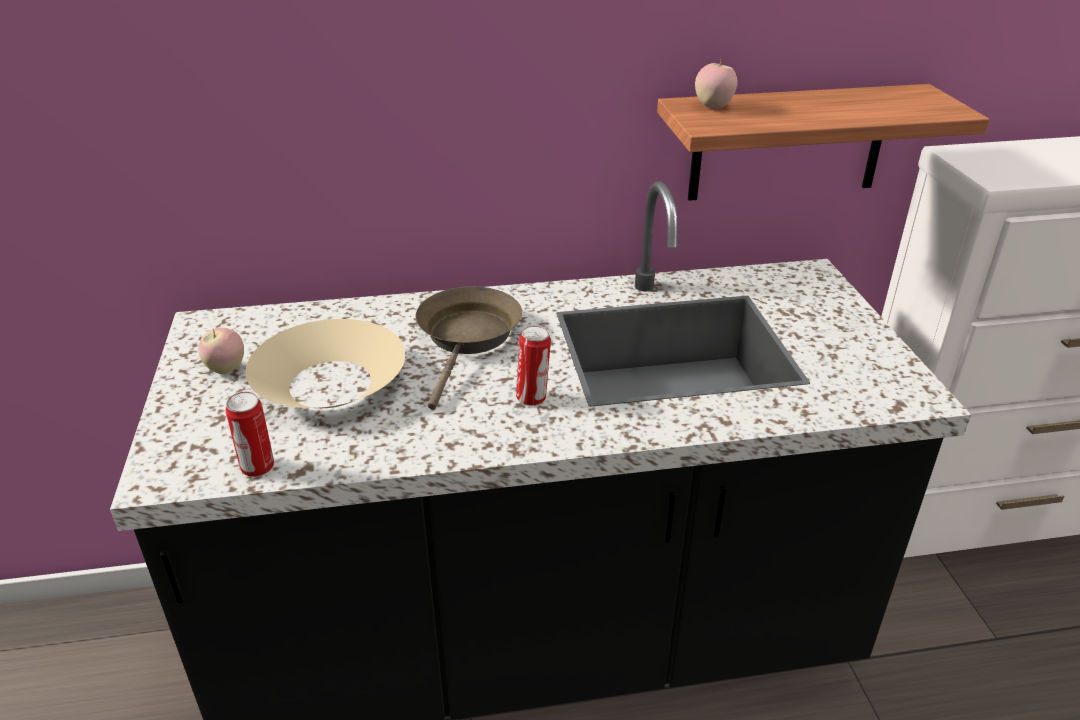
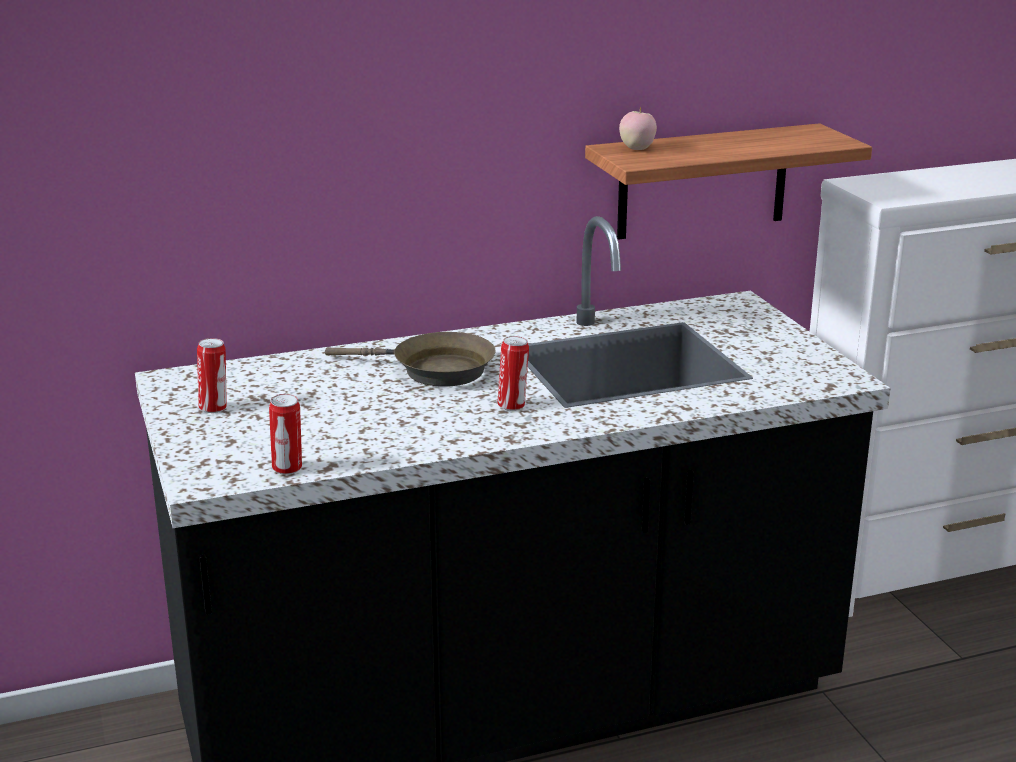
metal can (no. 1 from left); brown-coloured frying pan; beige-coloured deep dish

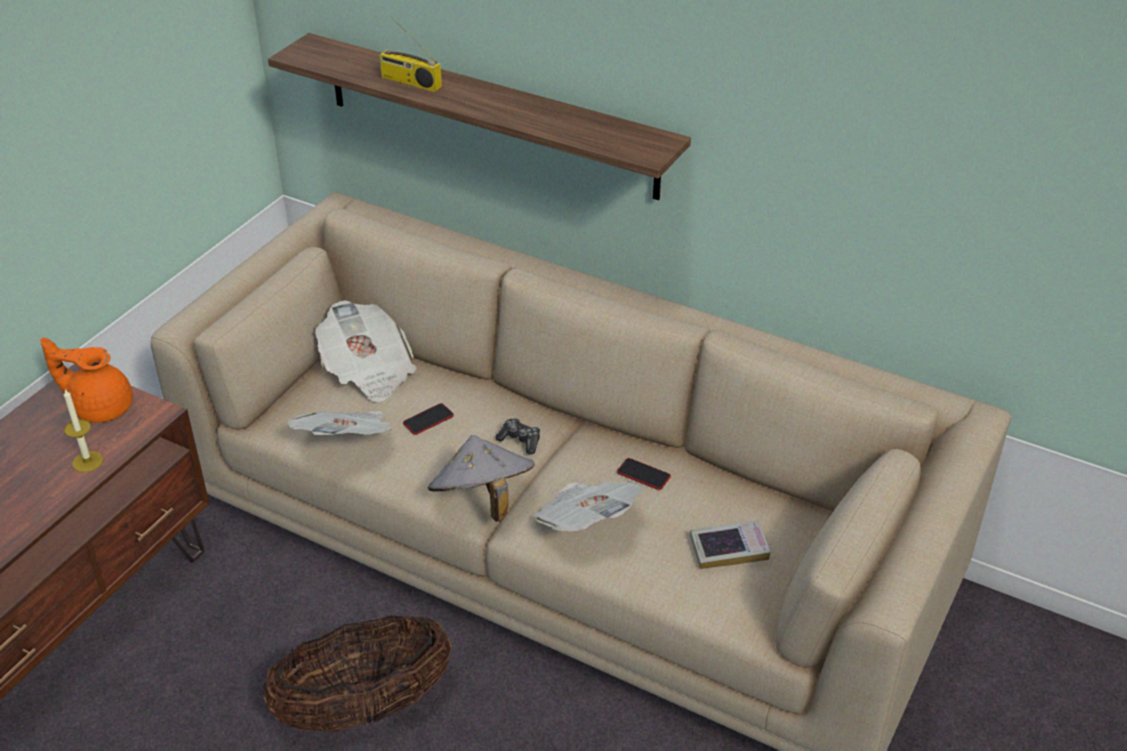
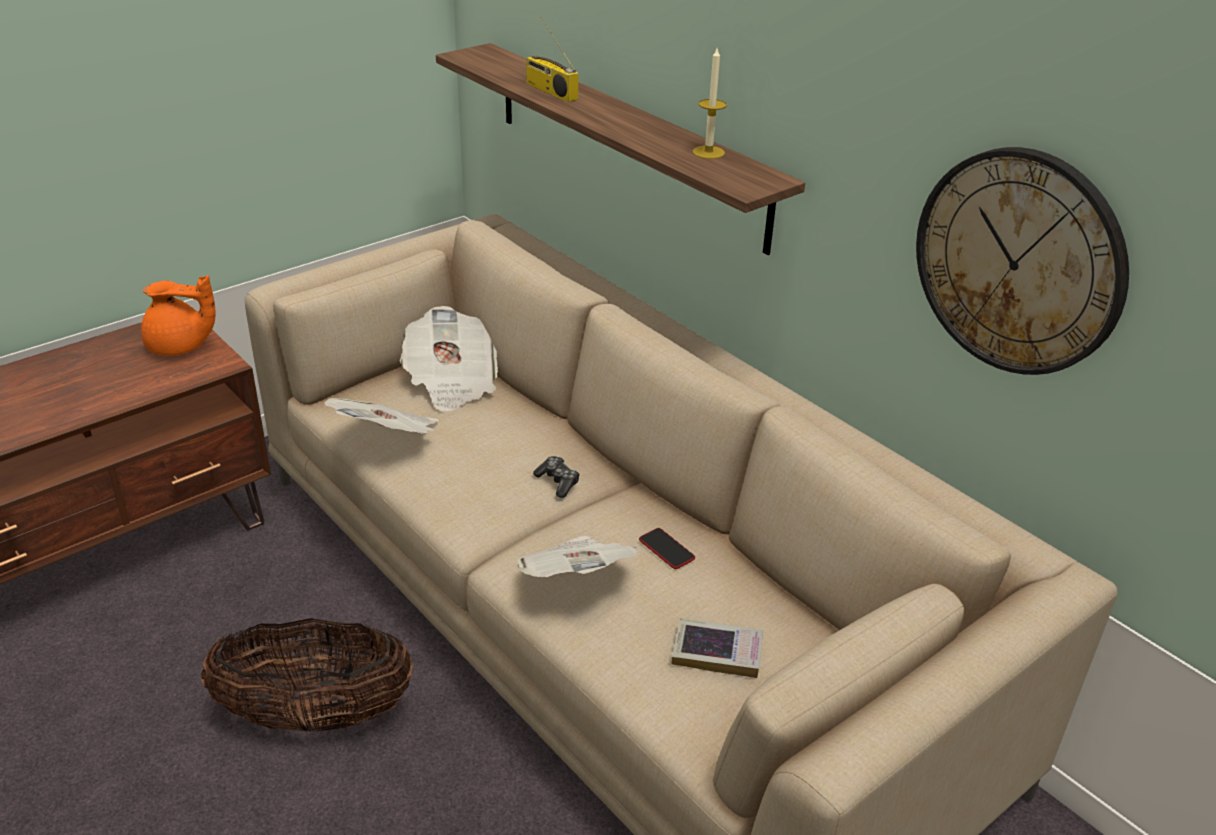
orange-coloured teapot; wax candle; wall clock; handset (no. 1 from left in the first image); grey clothing hat

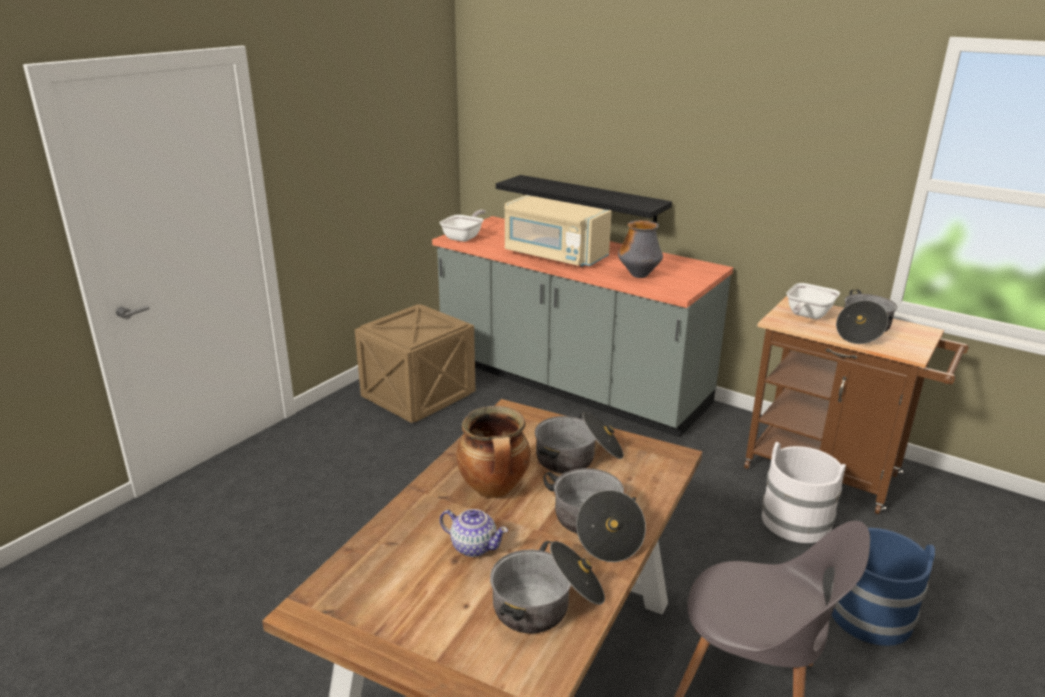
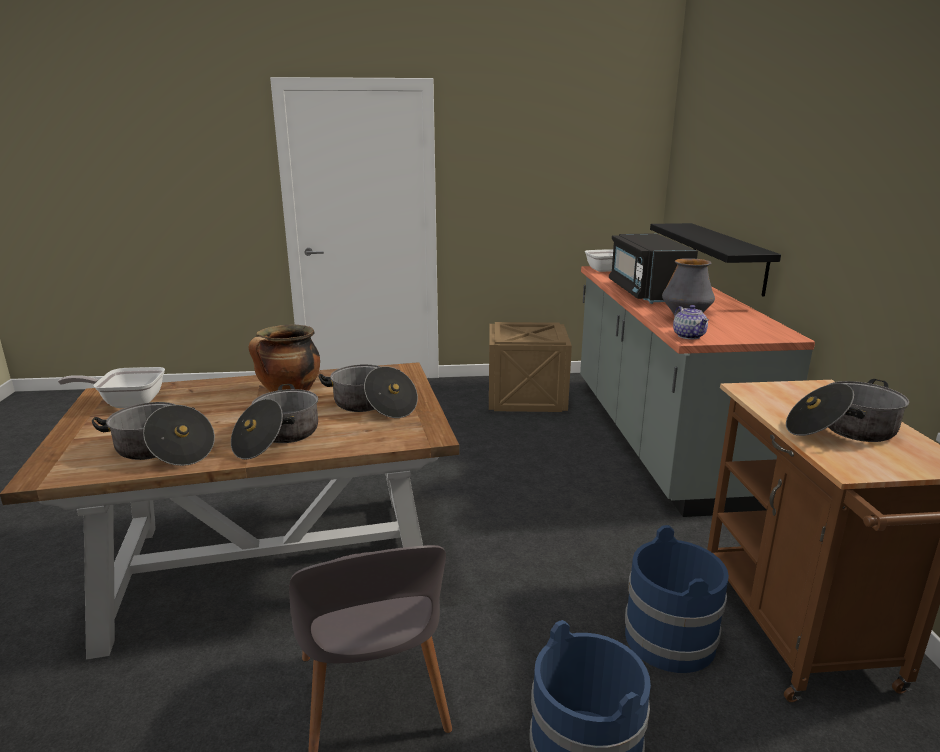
frying pan (no. 1 from left); black-coloured kitchen microwave; blue-coloured pail (no. 2 from left); teapot

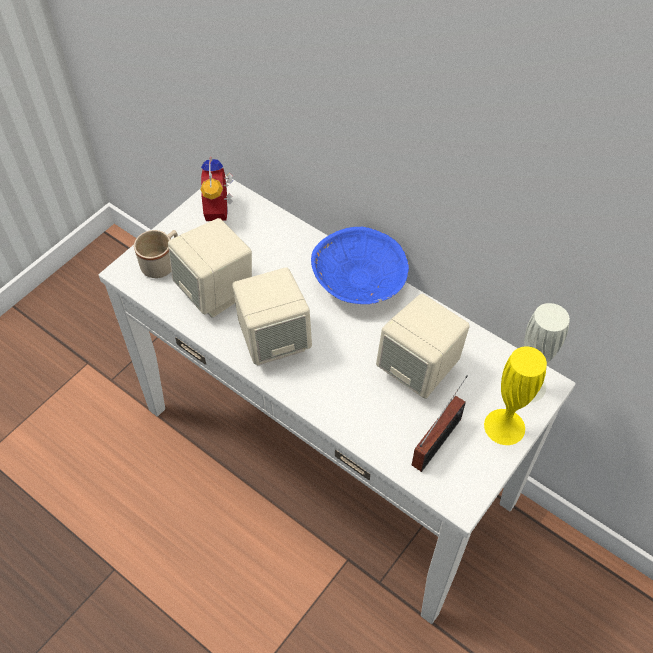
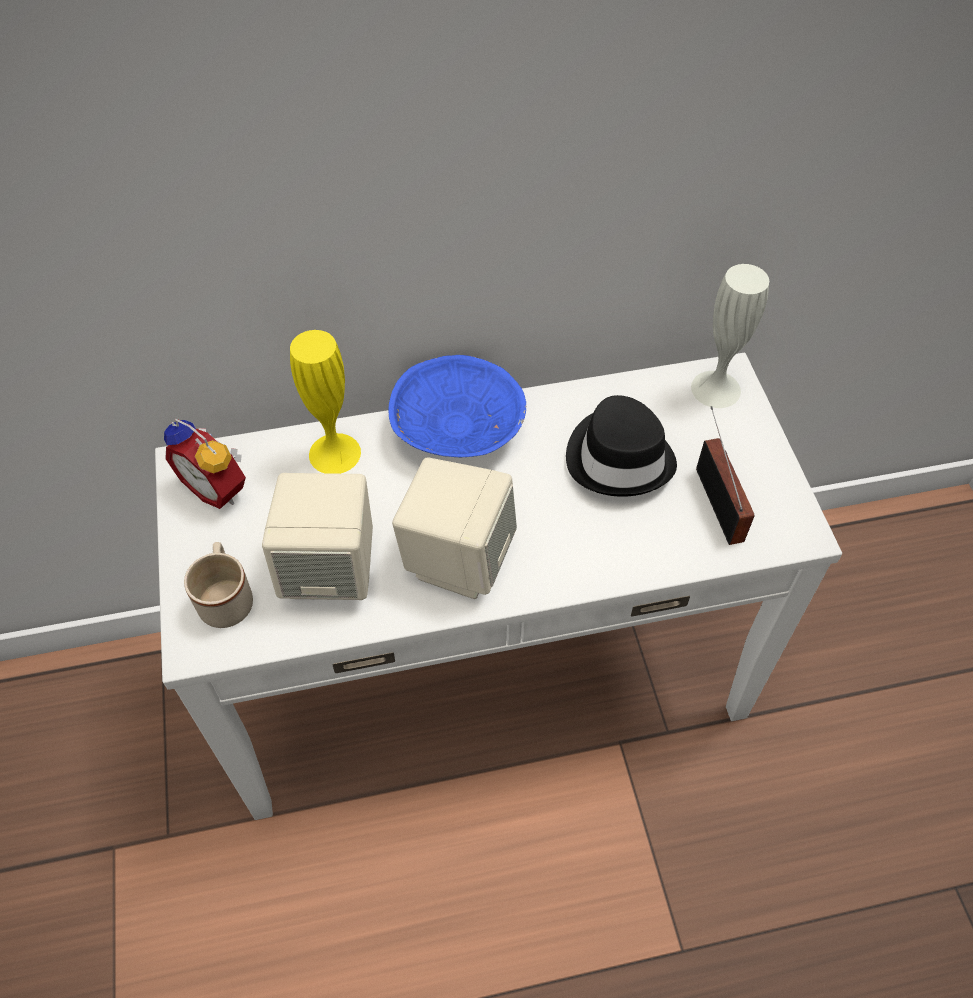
yellow-coloured flower vase; black-coloured clothing hat

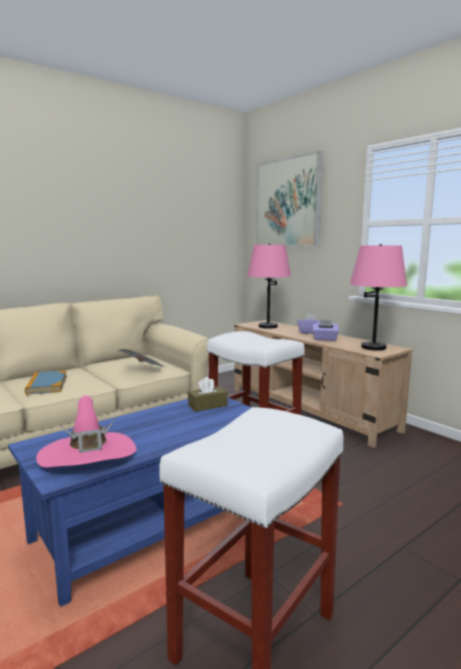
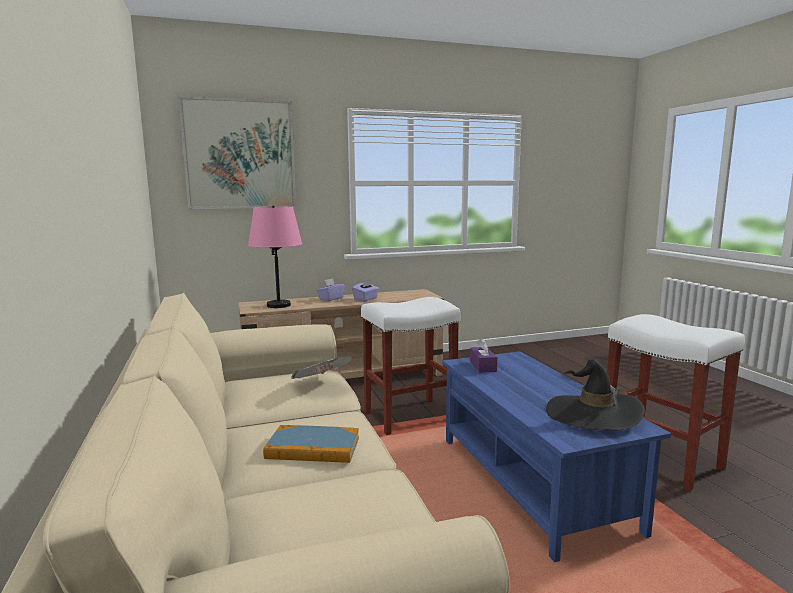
purple-coloured box of tissues (no. 3 from left); black-coloured clothing hat; pinkish lamp for a table (no. 2 from left in the first image)

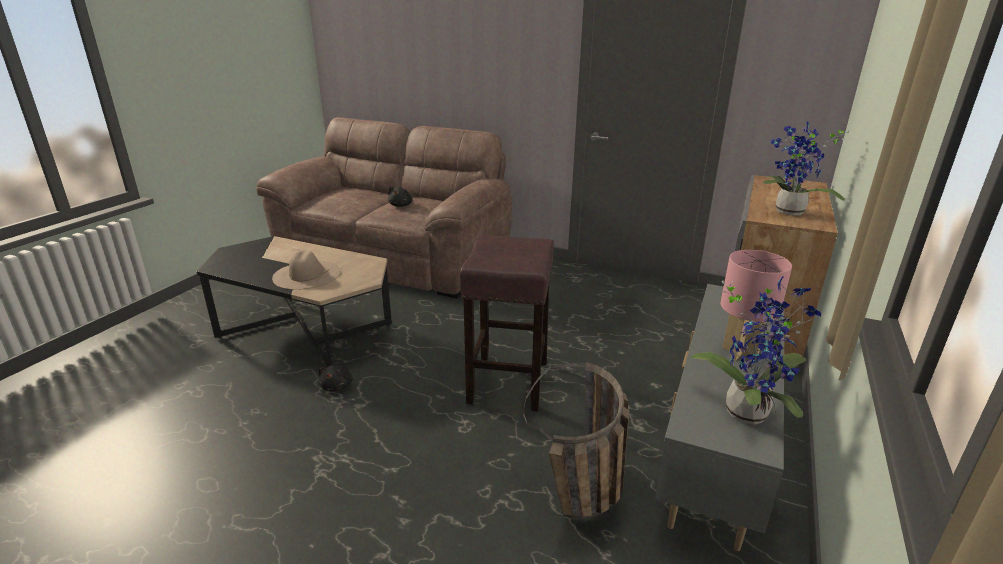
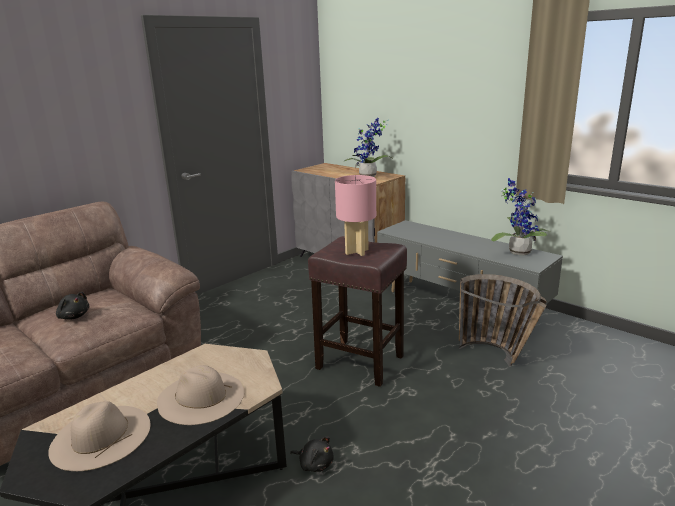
beige-coloured clothing hat (no. 1 from left); pinkish lamp for a table

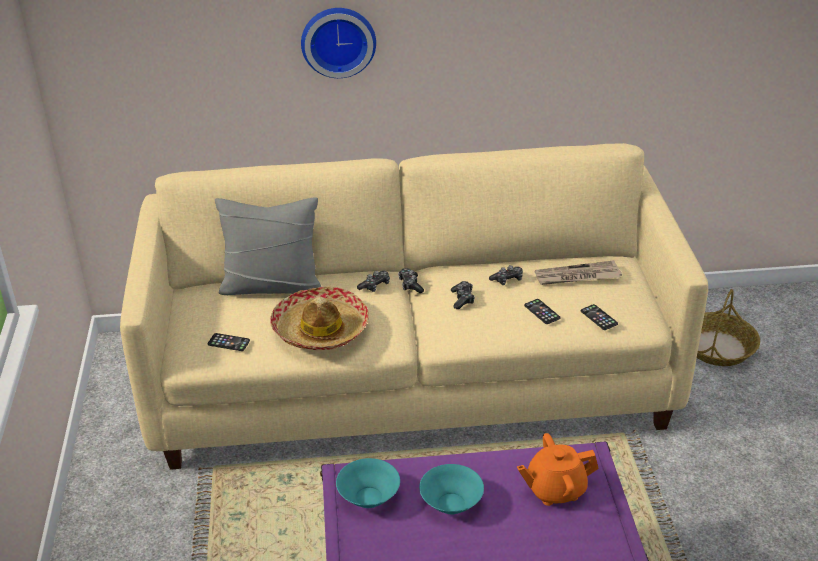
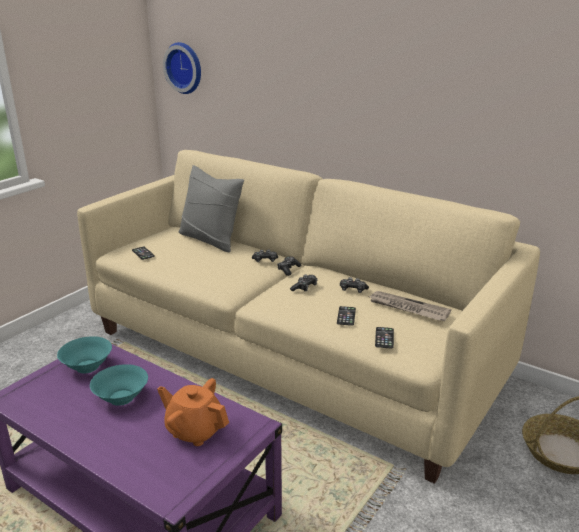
wall clock; clothing hat

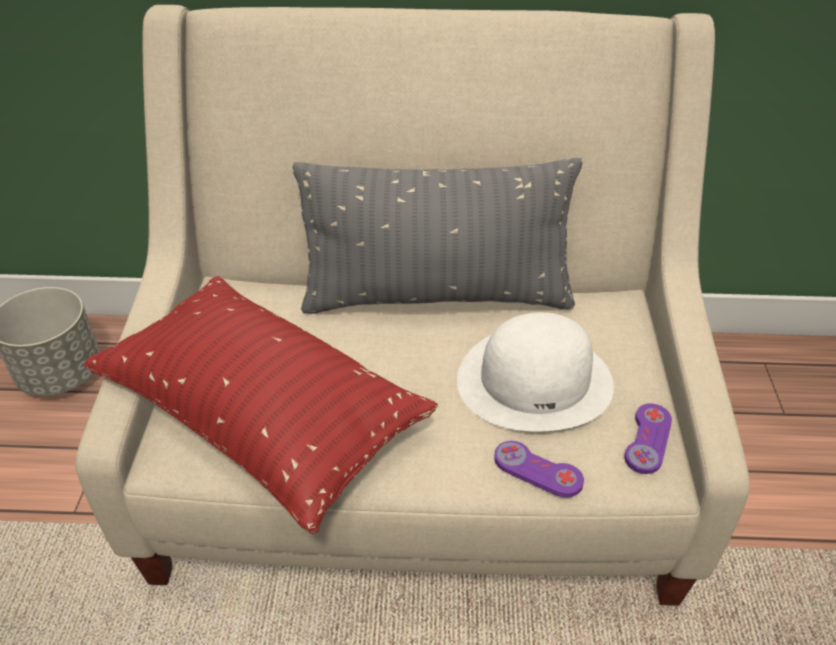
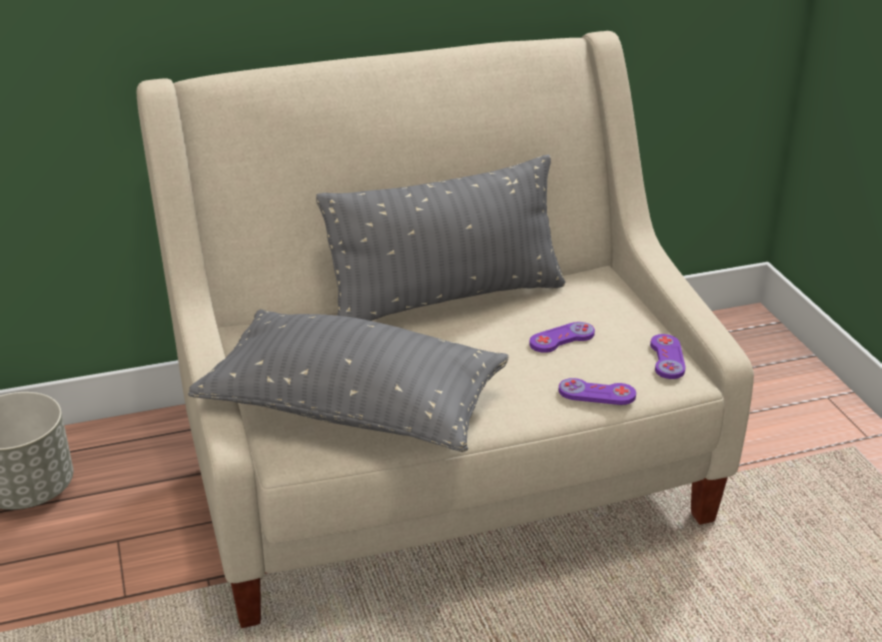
grey throw pillow (no. 1 from left); purple-coloured gamepad (no. 1 from left)

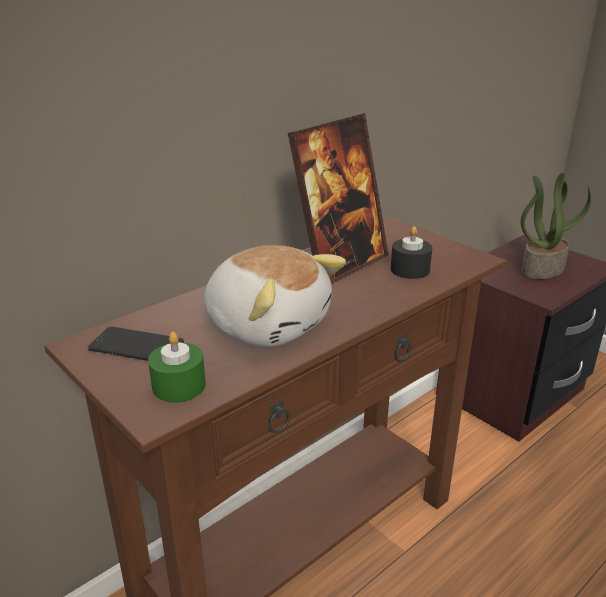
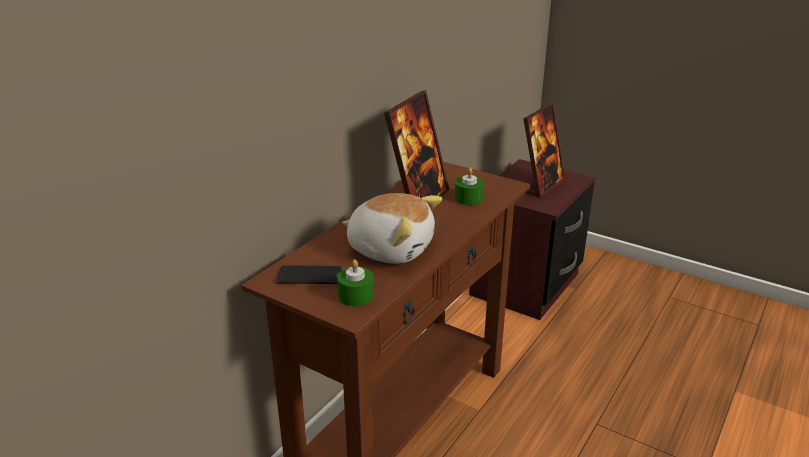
greenish wax candle (no. 2 from left); standing frame (no. 2 from left)

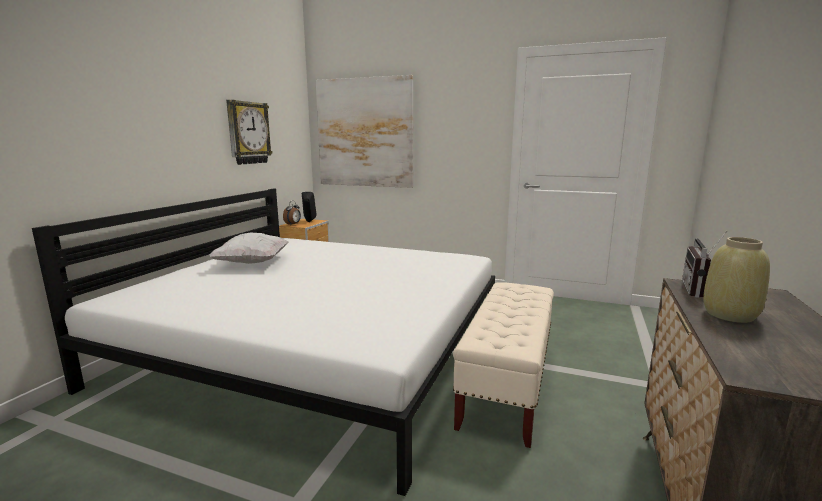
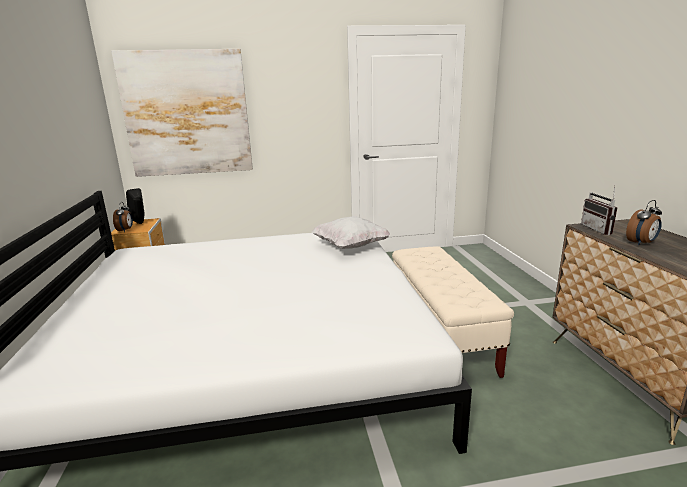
whitish throw pillow; bedside clock (no. 2 from left); wall clock

